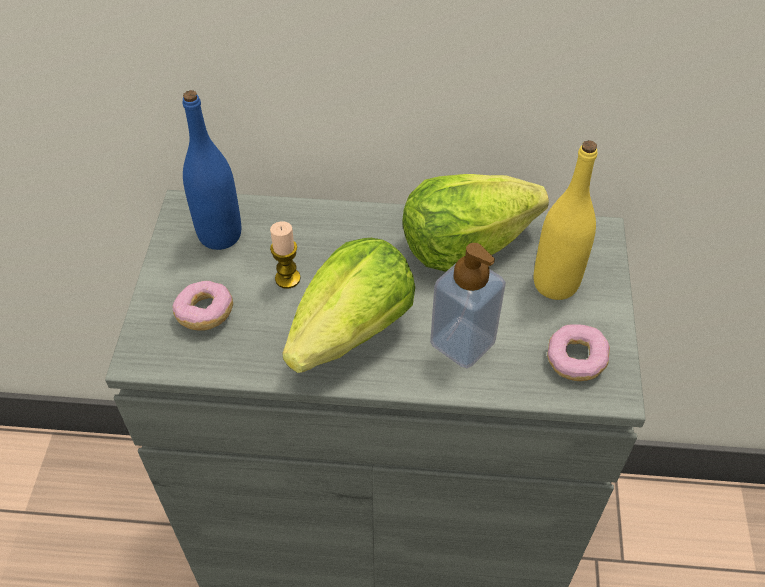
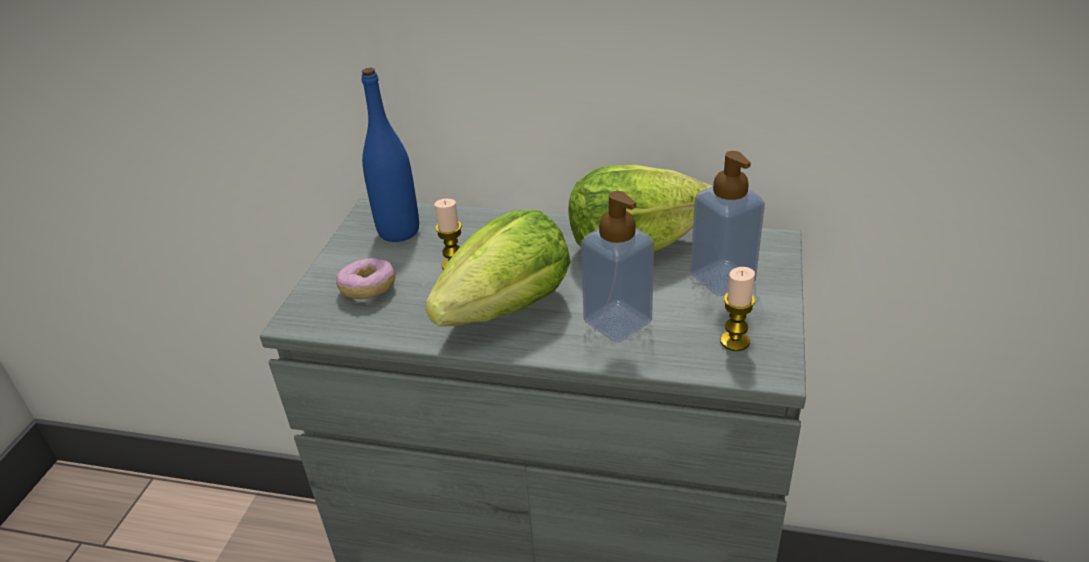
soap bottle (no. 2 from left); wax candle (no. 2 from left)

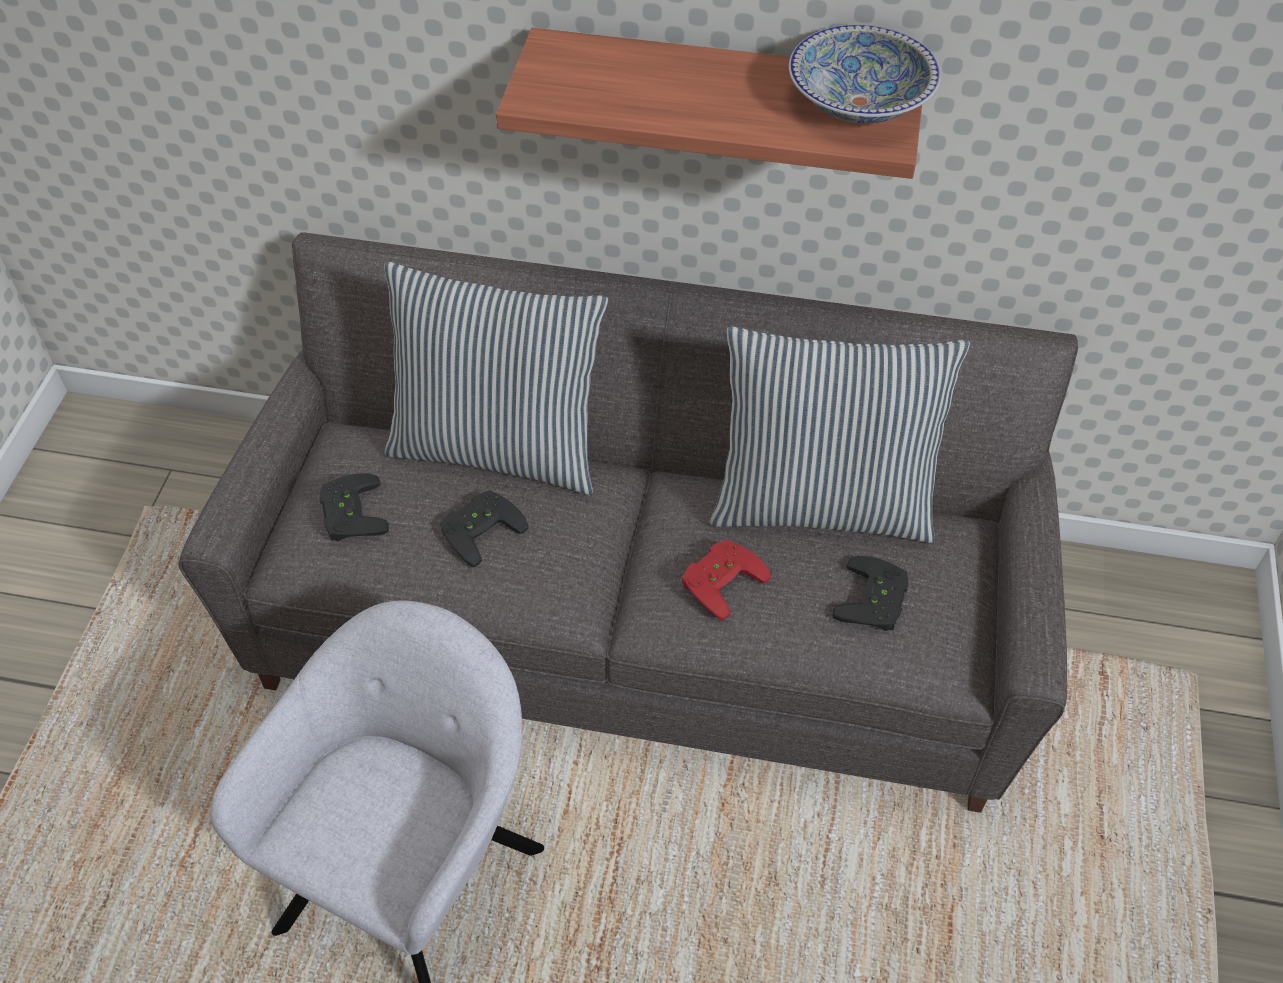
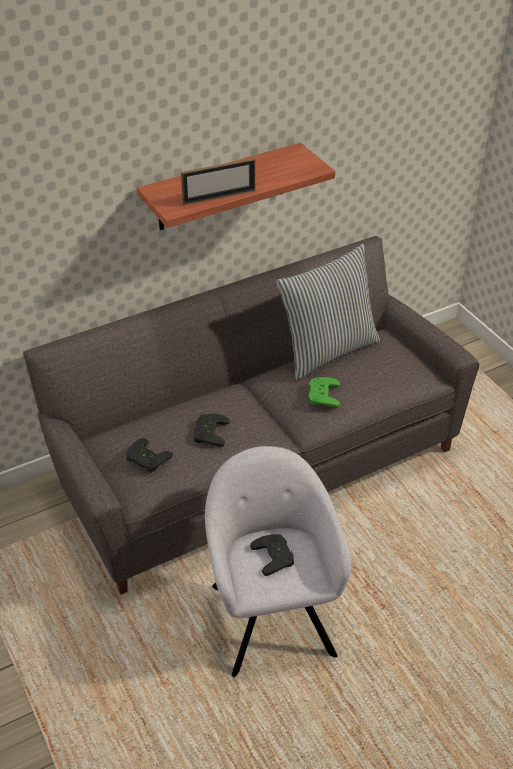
standing frame; black-coloured gamepad (no. 3 from left); greenish gamepad; throw pillow (no. 1 from left in the first image); deep dish

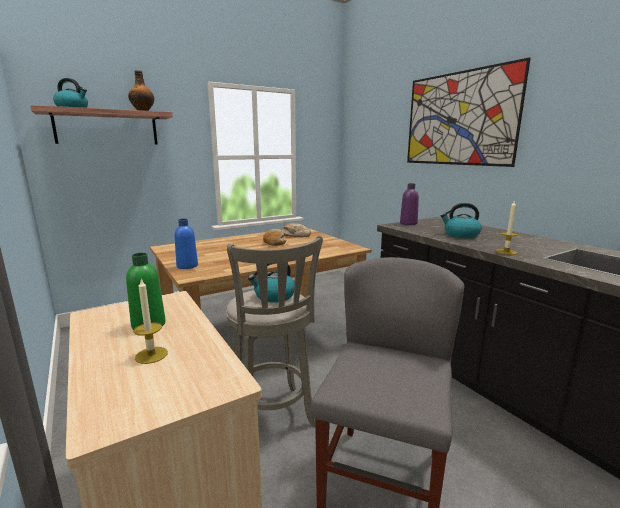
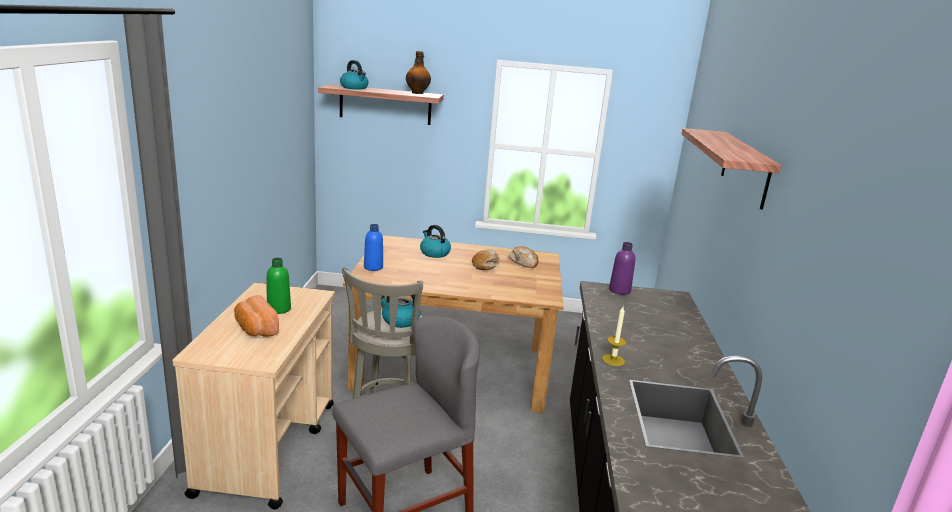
baked bread (no. 1 from left); kettle (no. 3 from left); bracket shelf (no. 2 from left)

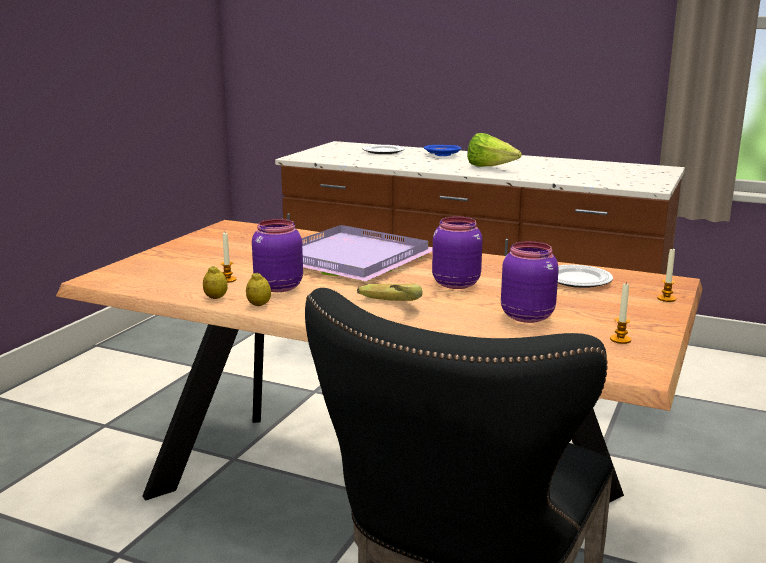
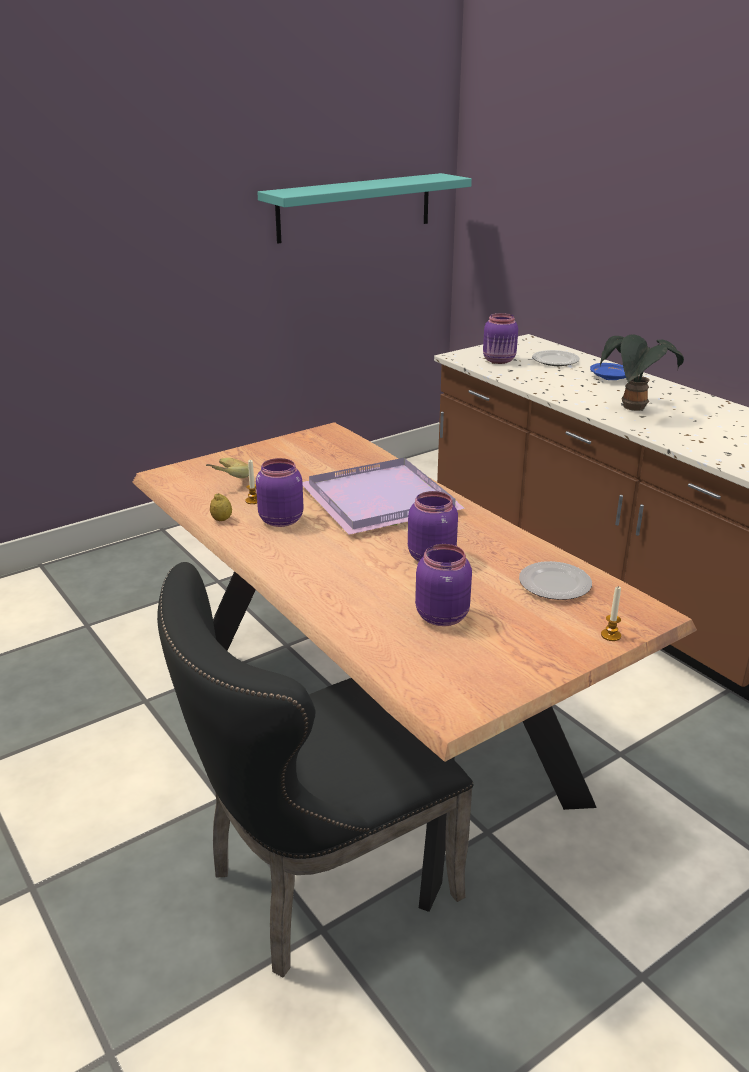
banana fruit; turquoise bracket shelf; purple-coloured storage jar (no. 4 from left); plant in a pot; citrus fruit (no. 2 from left in the first image); wax candle (no. 2 from left in the first image)

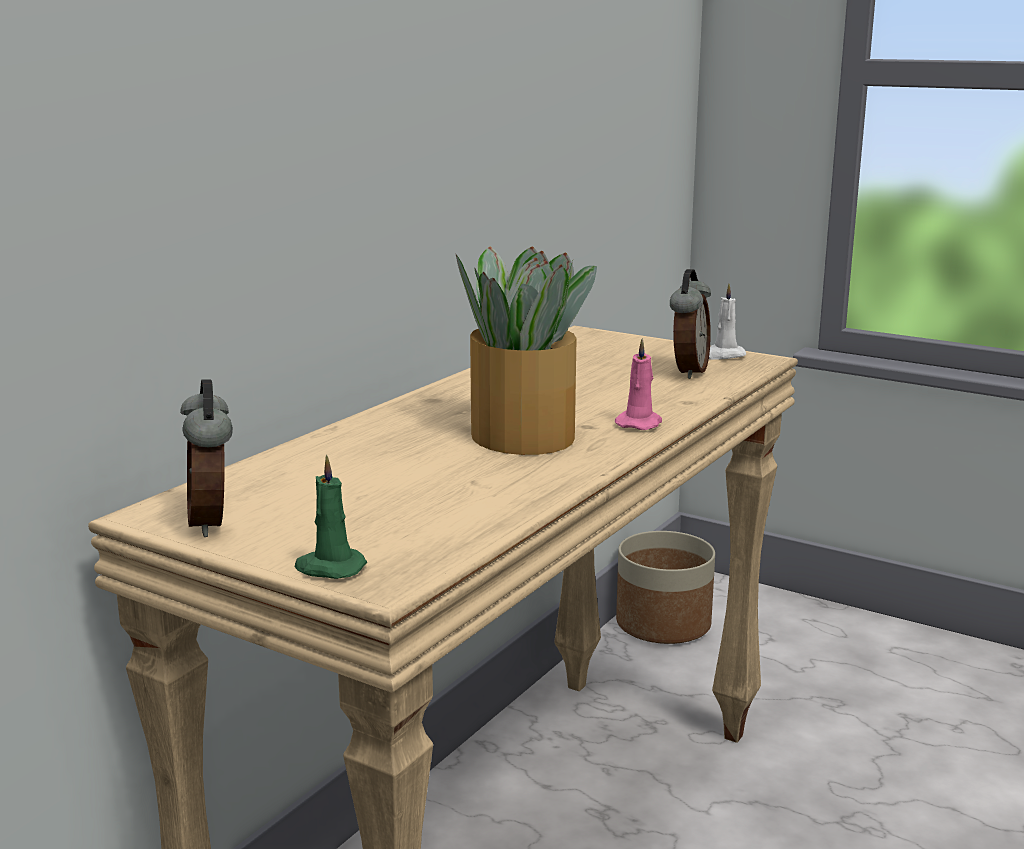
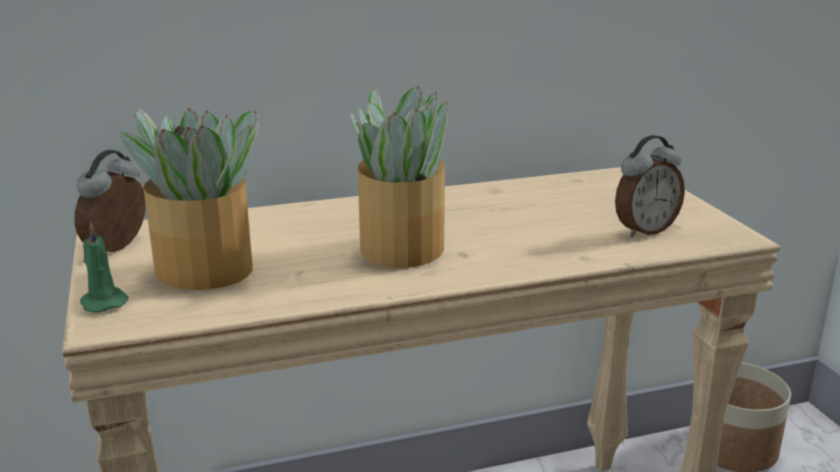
plant in a pot (no. 1 from left); pinkish wax candle; whitish wax candle

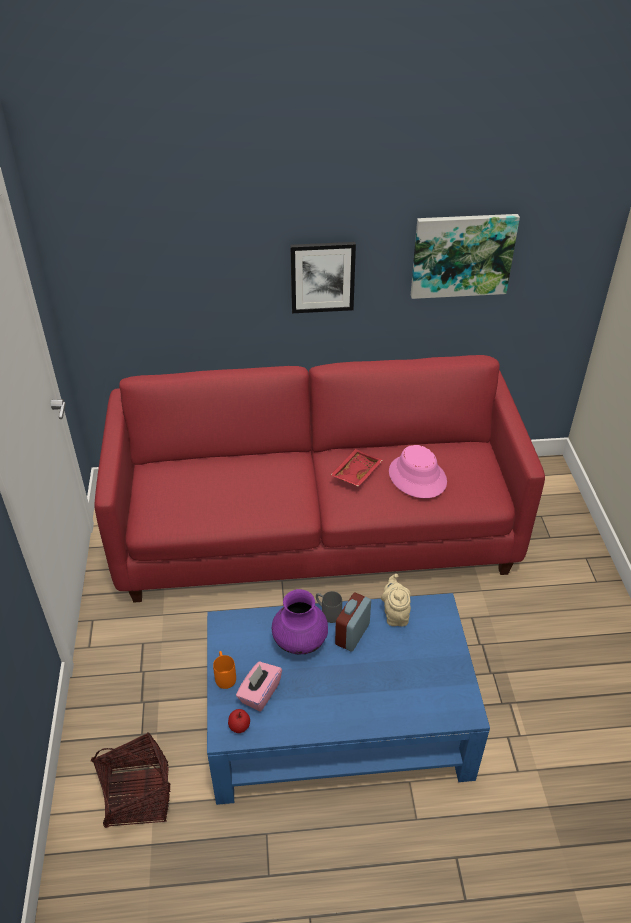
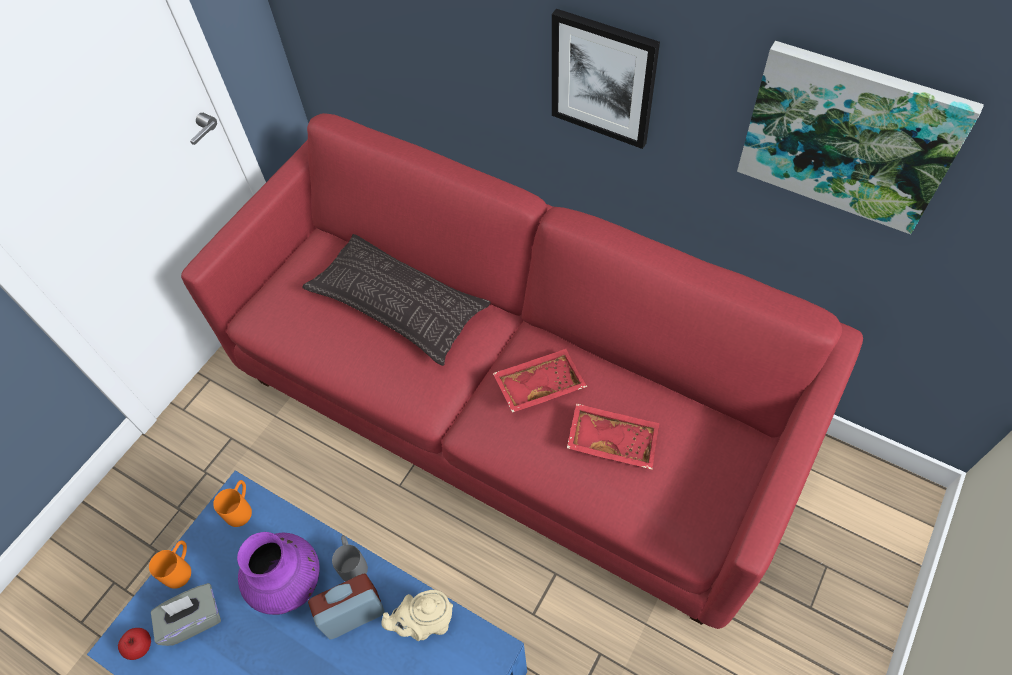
grey box of tissues; orange-coloured tea mug (no. 2 from left); throw pillow; beige-coloured teapot; red-coloured tray (no. 2 from left); household basket

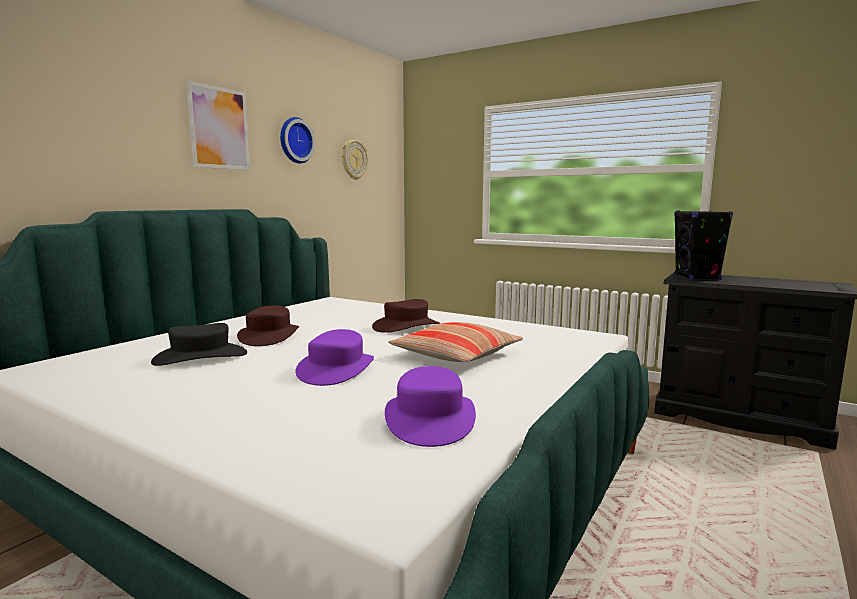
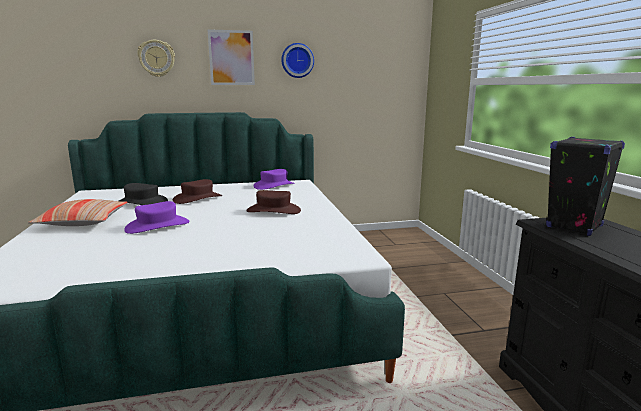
throw pillow; wall clock (no. 1 from left); purple-coloured clothing hat (no. 2 from left)

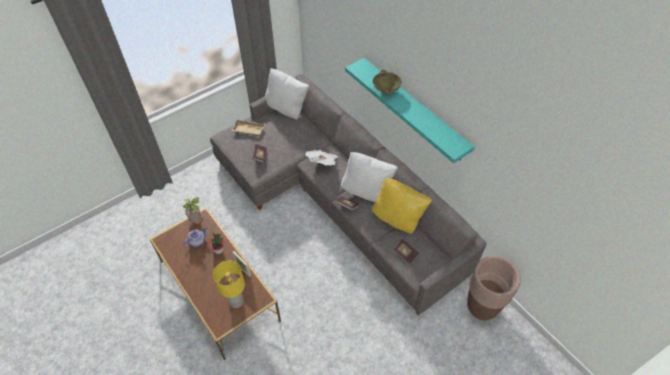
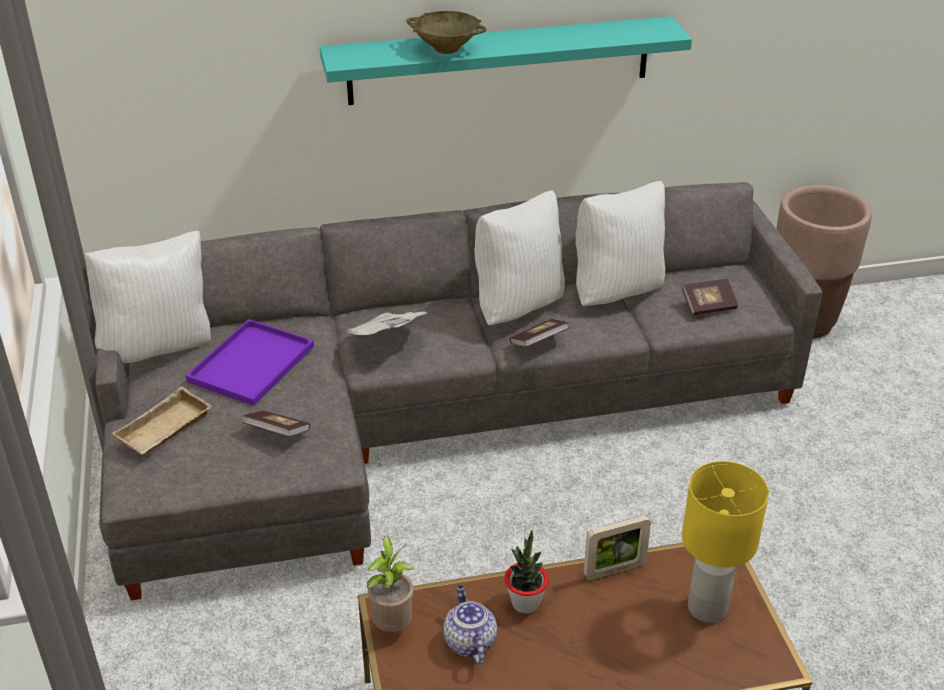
purple-coloured tray; whitish throw pillow (no. 3 from left)

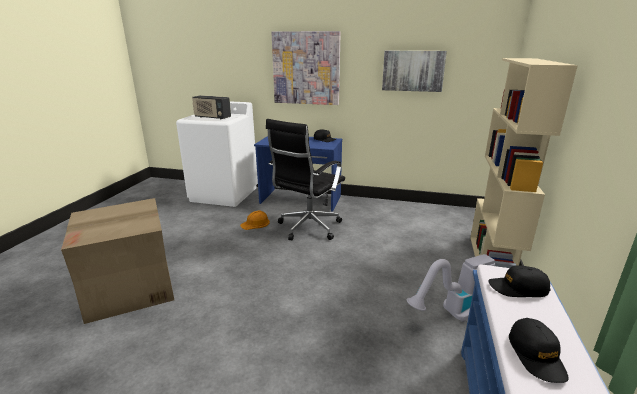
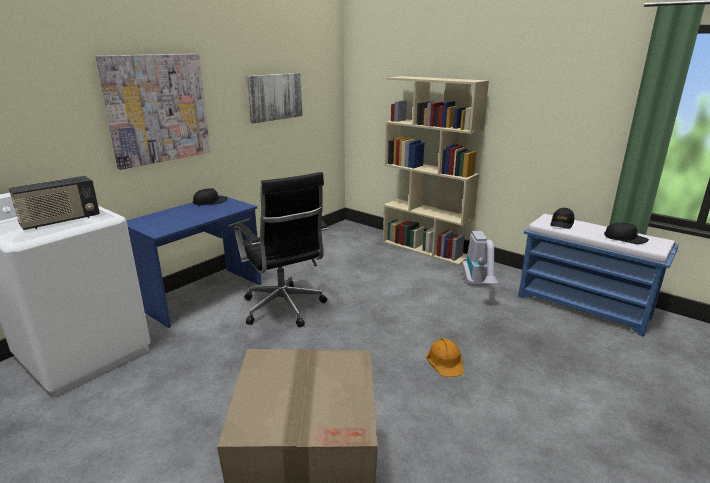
orange-coloured safety helmet

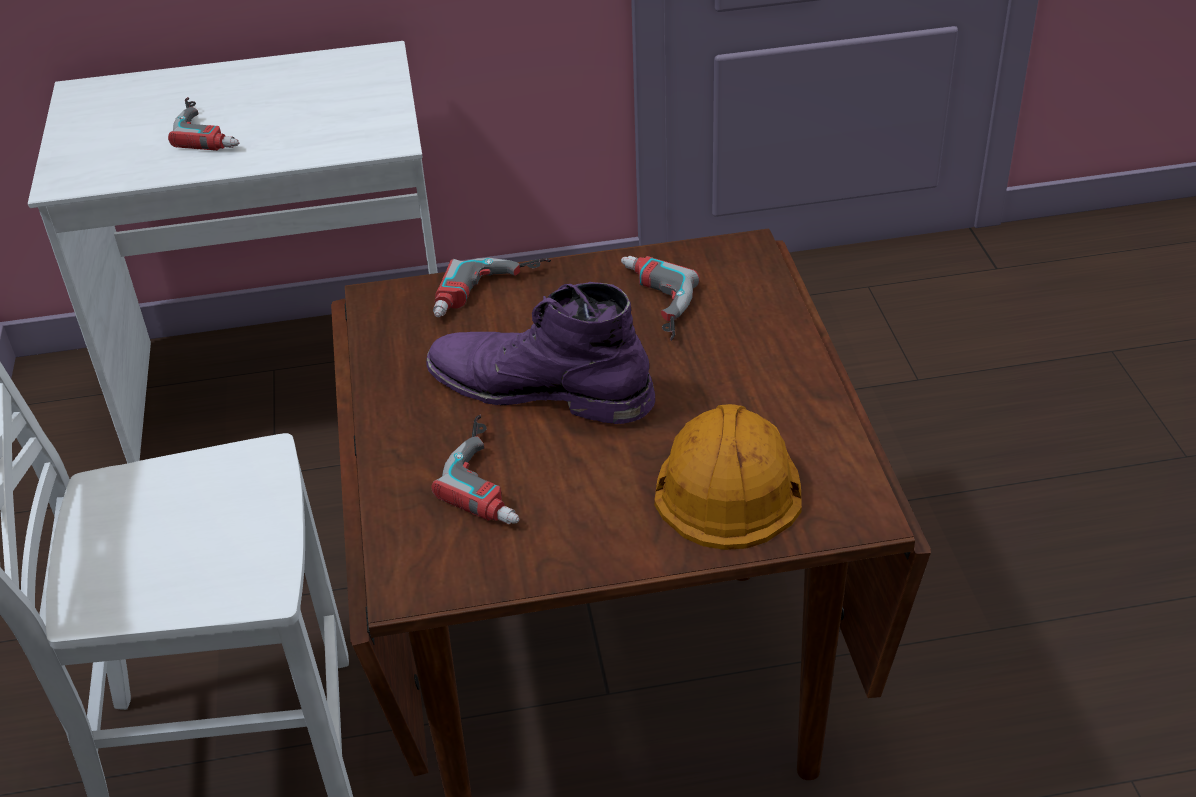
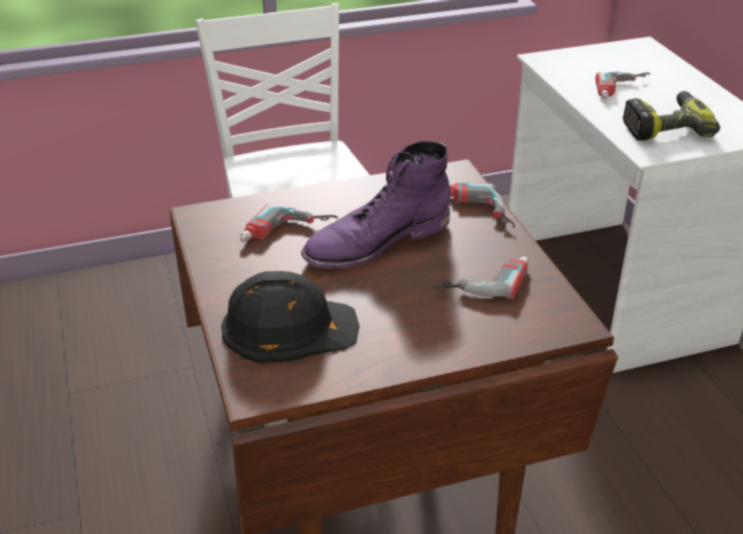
black-coloured safety helmet; purple-coloured tall boot; power drill (no. 5 from left)

